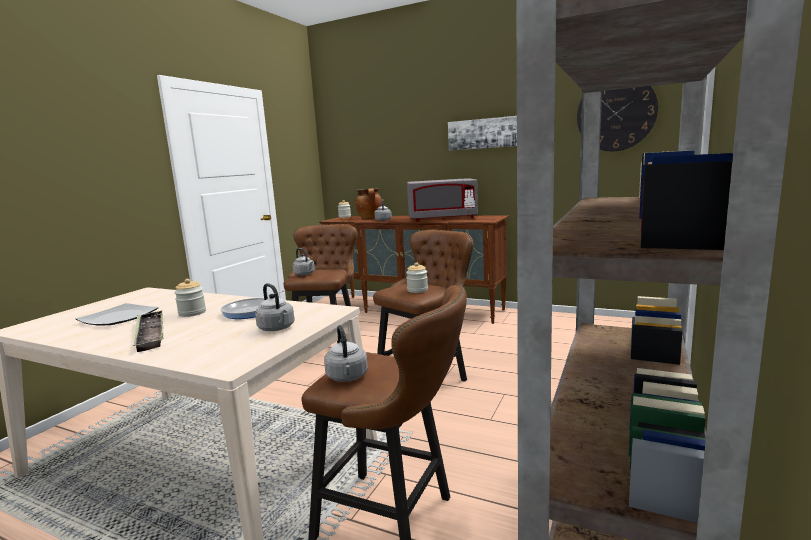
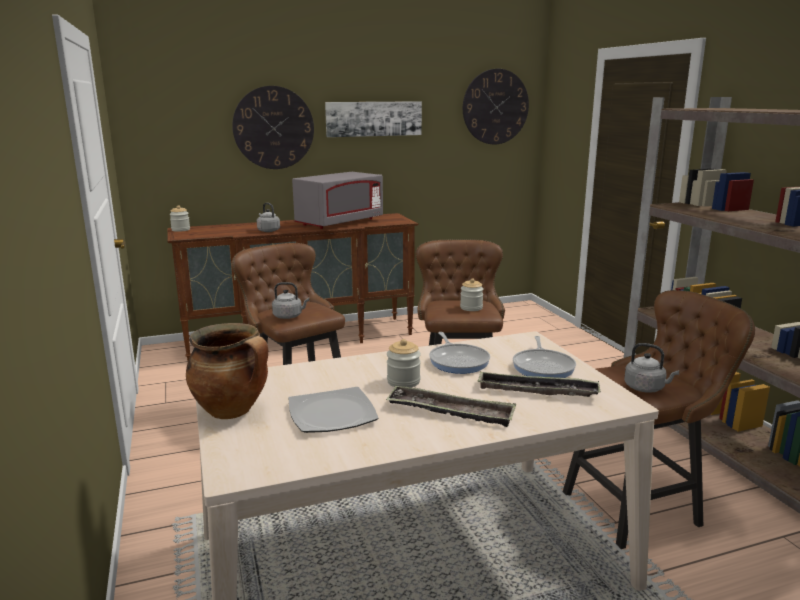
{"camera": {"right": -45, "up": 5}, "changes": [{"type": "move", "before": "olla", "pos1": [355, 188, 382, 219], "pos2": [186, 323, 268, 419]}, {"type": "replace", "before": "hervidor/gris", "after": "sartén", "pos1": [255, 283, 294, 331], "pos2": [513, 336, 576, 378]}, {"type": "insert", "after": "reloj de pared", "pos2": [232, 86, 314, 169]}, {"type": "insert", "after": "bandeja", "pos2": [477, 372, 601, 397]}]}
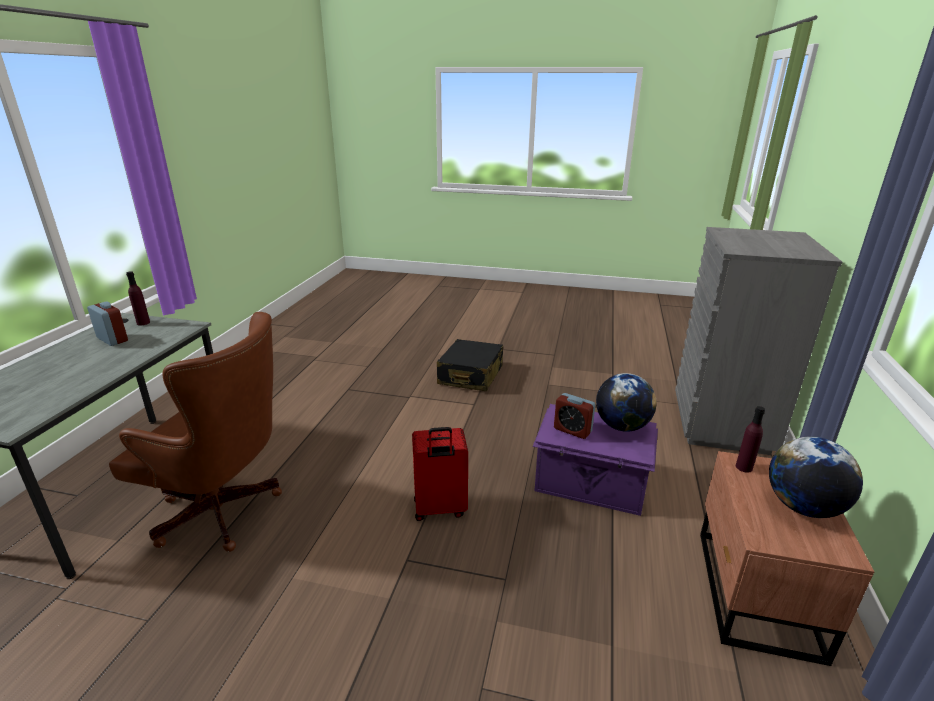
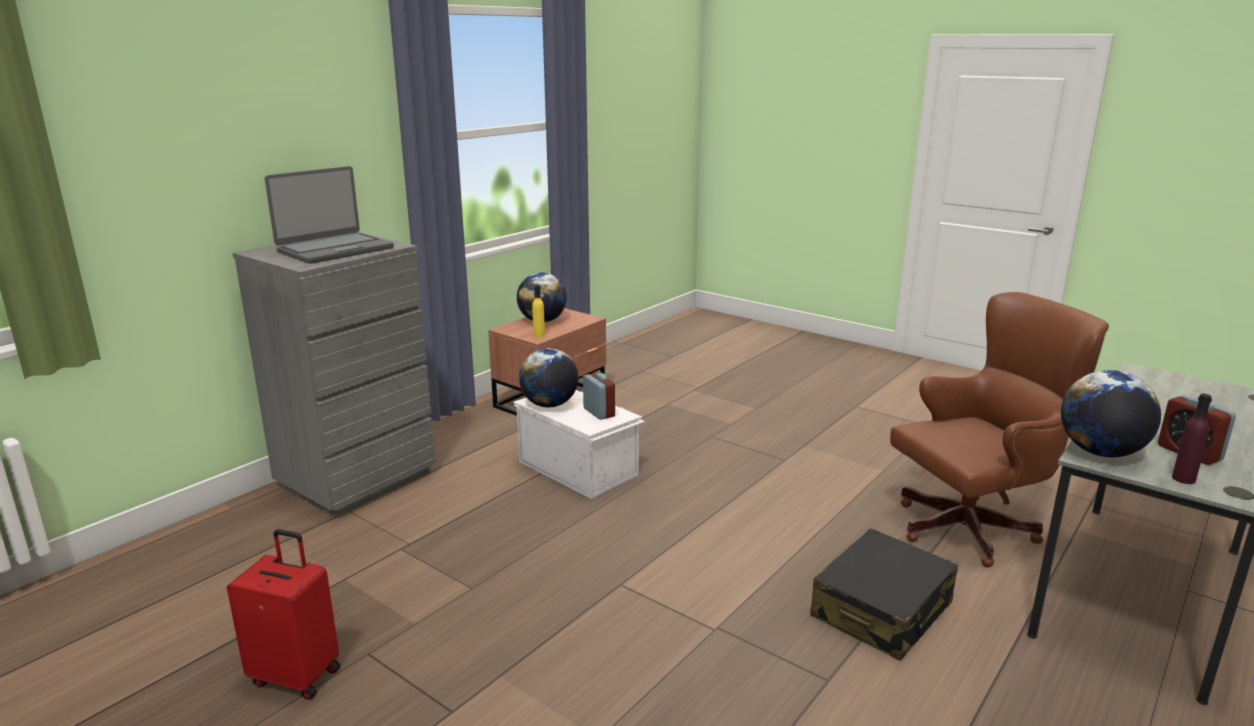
{"camera": {"right": -155, "up": -5}, "changes": [{"type": "rotate", "before": "silla de oficina/marrón", "pos1": [109, 312, 282, 552], "pos2": [890, 292, 1109, 567], "turn": 120}, {"type": "move", "before": "maleta/negro", "pos1": [437, 339, 503, 391], "pos2": [810, 528, 958, 661]}, {"type": "recolor", "before": "caja de almacenaje/morado", "after": "caja de almacenaje/blanco", "pos1": [533, 404, 658, 516], "pos2": [513, 390, 645, 499]}, {"type": "recolor", "before": "botella/morado", "after": "botella/amarillo", "pos1": [736, 406, 765, 473], "pos2": [532, 285, 545, 338]}, {"type": "move", "before": "maleta/rojo", "pos1": [412, 427, 468, 521], "pos2": [227, 529, 340, 700]}, {"type": "insert", "after": "portátil", "pos2": [265, 166, 394, 264]}, {"type": "insert", "after": "globo terráqueo", "pos2": [1061, 370, 1161, 457]}]}
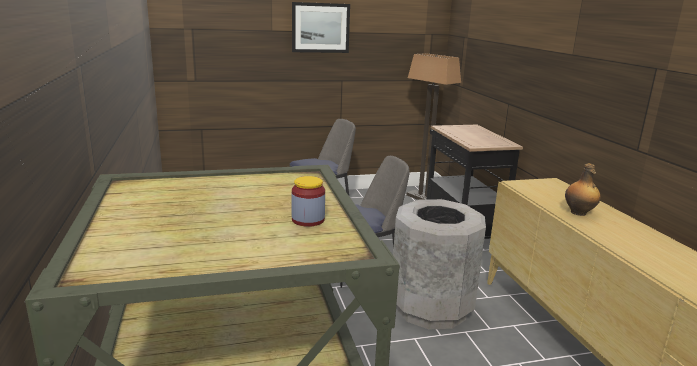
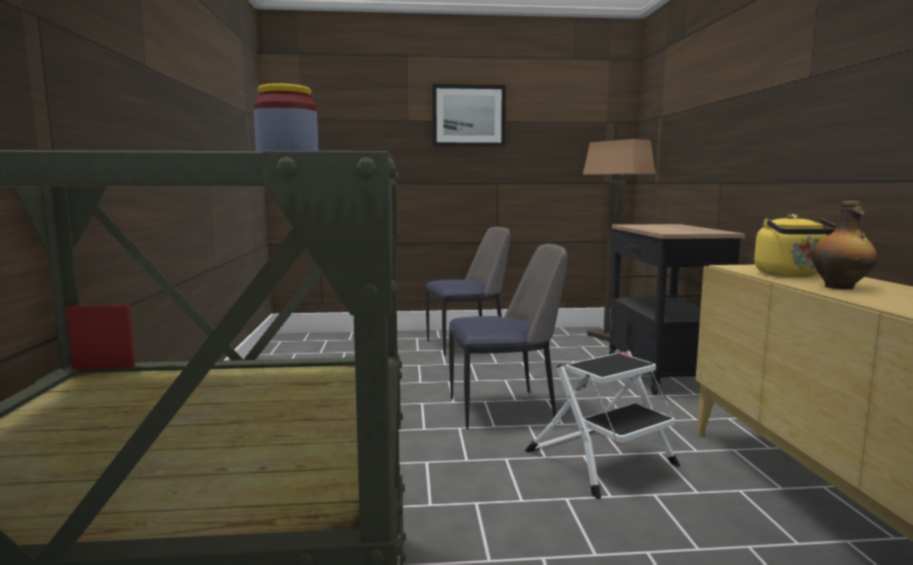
{"camera": {"right": 10, "up": -10}, "changes": [{"type": "replace", "before": "papelera/gris", "after": "escalera de tijera", "pos1": [393, 199, 486, 329], "pos2": [525, 349, 680, 499]}, {"type": "insert", "after": "hervidor/amarillo", "pos2": [754, 214, 837, 277]}]}
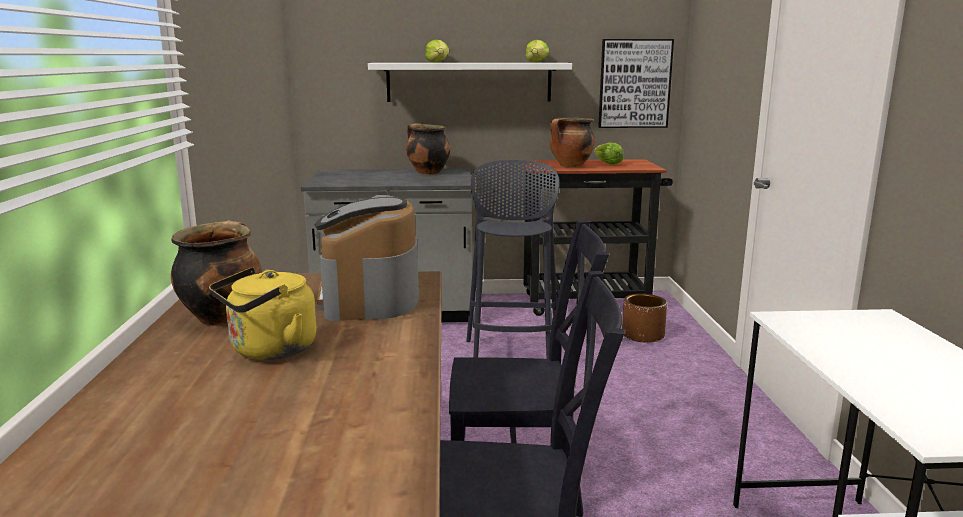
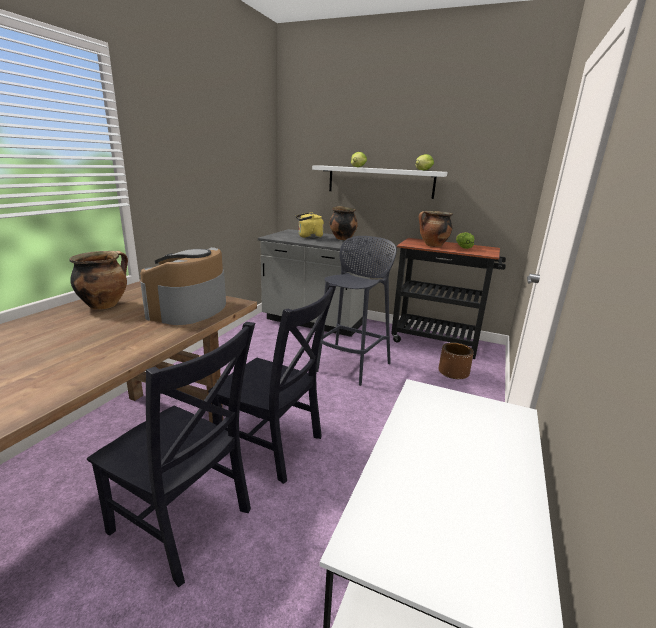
{"camera": {"right": 25, "up": 5}, "changes": [{"type": "delete", "before": "cuadro", "pos1": [598, 39, 674, 128]}, {"type": "move", "before": "hervidor/amarillo", "pos1": [209, 267, 317, 360], "pos2": [296, 212, 324, 239]}]}
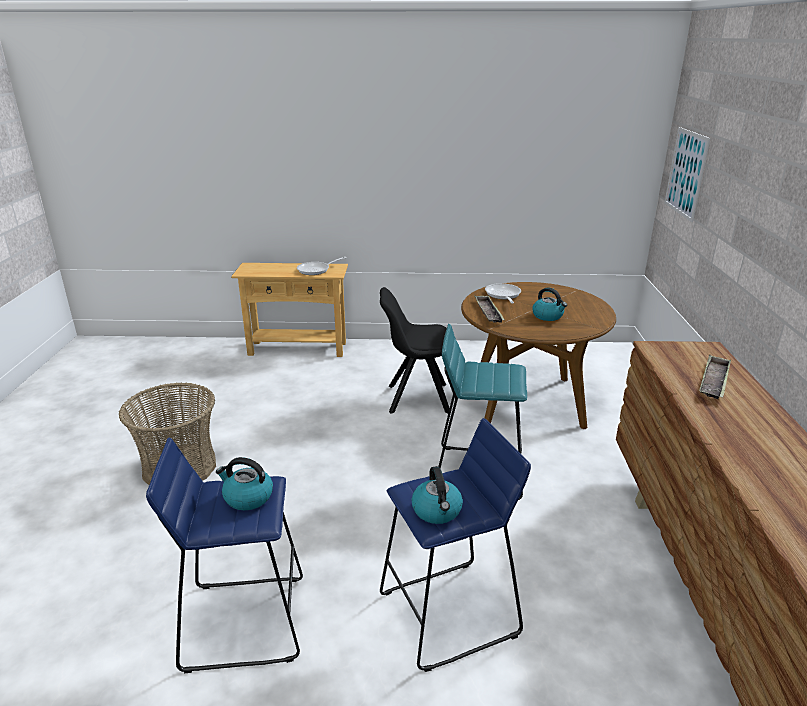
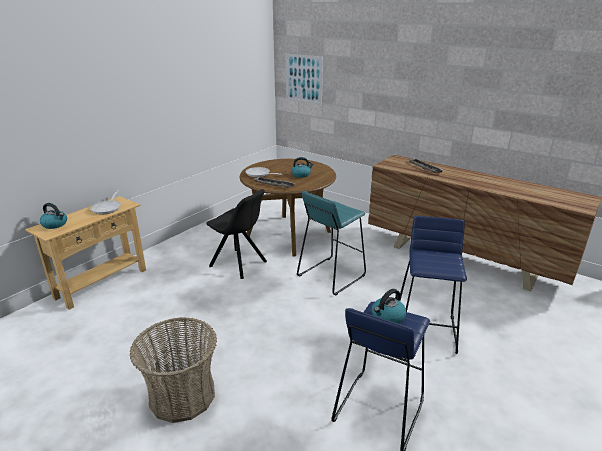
{"camera": {"right": -55, "up": 0}, "changes": [{"type": "rotate", "before": "silla/negro", "pos1": [380, 287, 449, 414], "pos2": [206, 189, 267, 279], "turn": -90}, {"type": "move", "before": "hervidor", "pos1": [412, 466, 463, 524], "pos2": [40, 203, 67, 229]}]}
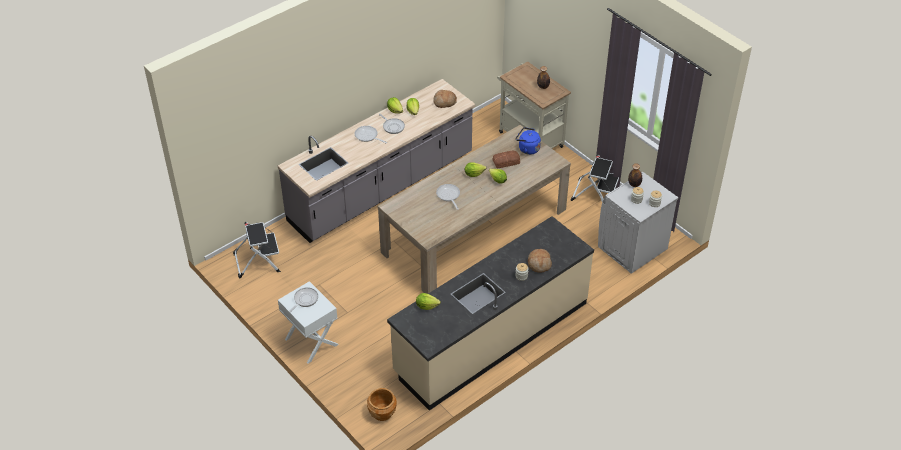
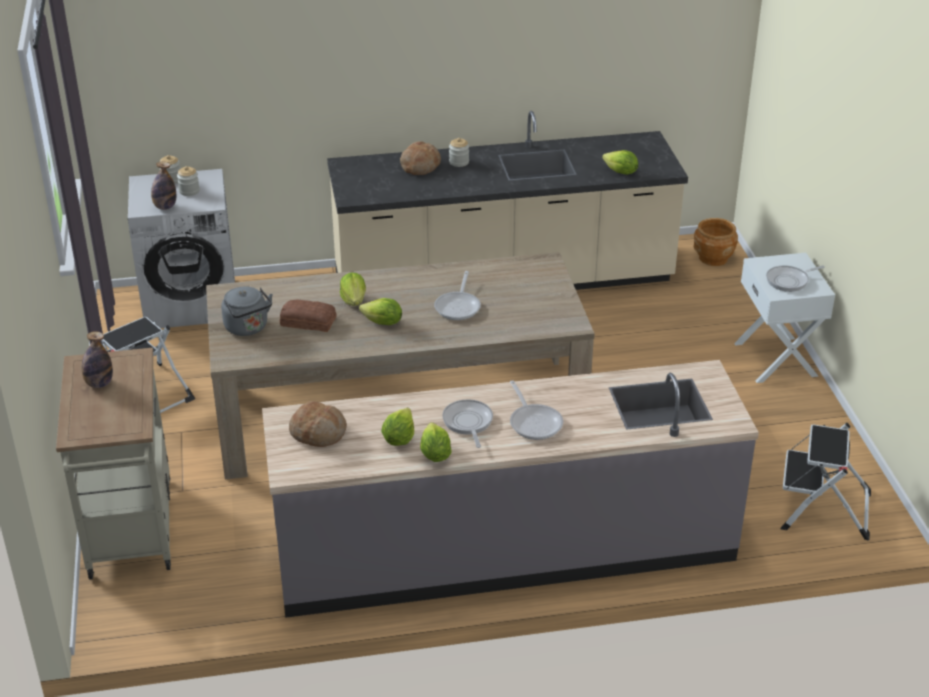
{"camera": {"right": -150, "up": -10}, "changes": [{"type": "recolor", "before": "hervidor/azul", "after": "hervidor/gris", "pos1": [516, 127, 541, 155], "pos2": [221, 286, 273, 336]}]}
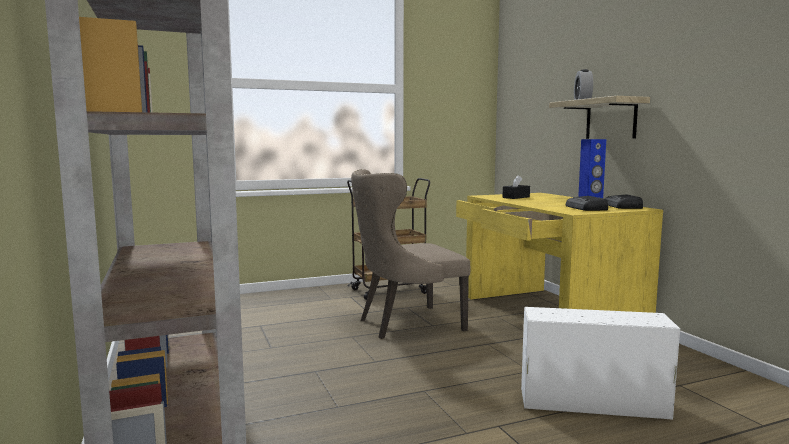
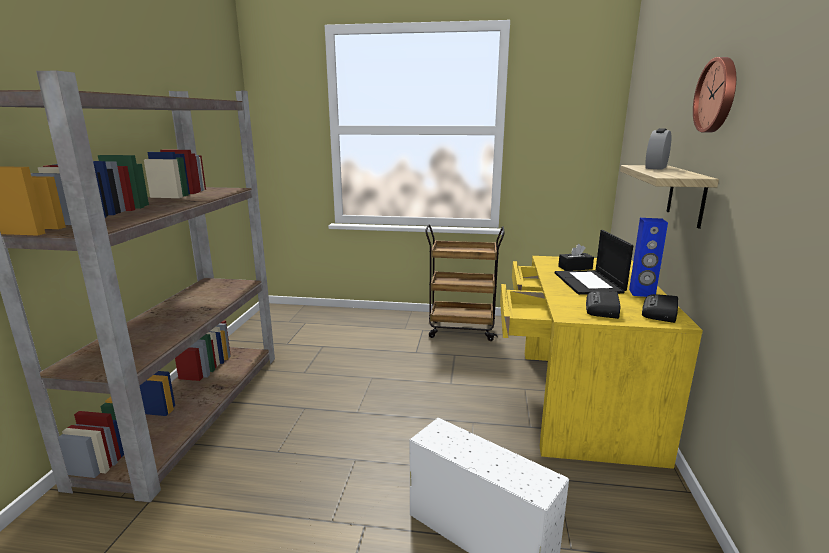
{"camera": {"right": 30, "up": 10}, "changes": [{"type": "delete", "before": "silla/beis", "pos1": [351, 169, 470, 339]}, {"type": "insert", "after": "reloj de pared", "pos2": [693, 57, 736, 133]}, {"type": "insert", "after": "portátil", "pos2": [555, 230, 633, 295]}]}
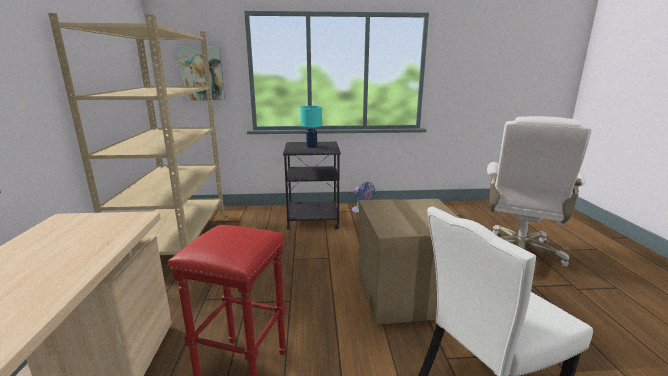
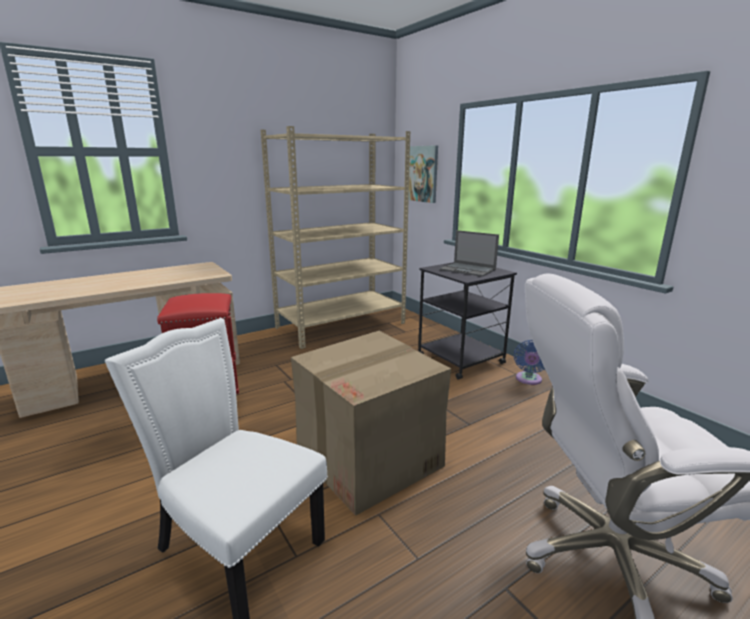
{"camera": {"right": 60, "up": 0}, "changes": [{"type": "replace", "before": "lámpara de mesa/turquesa", "after": "portátil", "pos1": [300, 106, 322, 148], "pos2": [440, 230, 499, 277]}]}
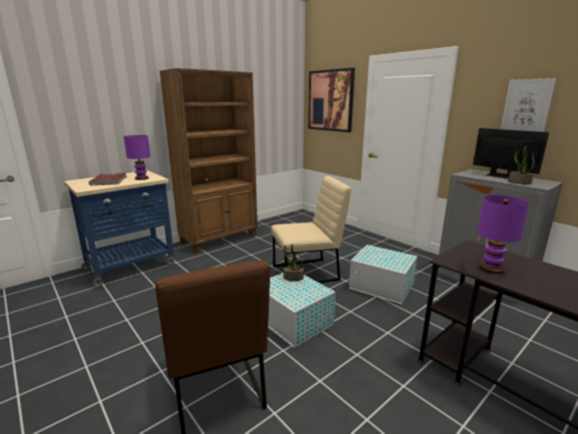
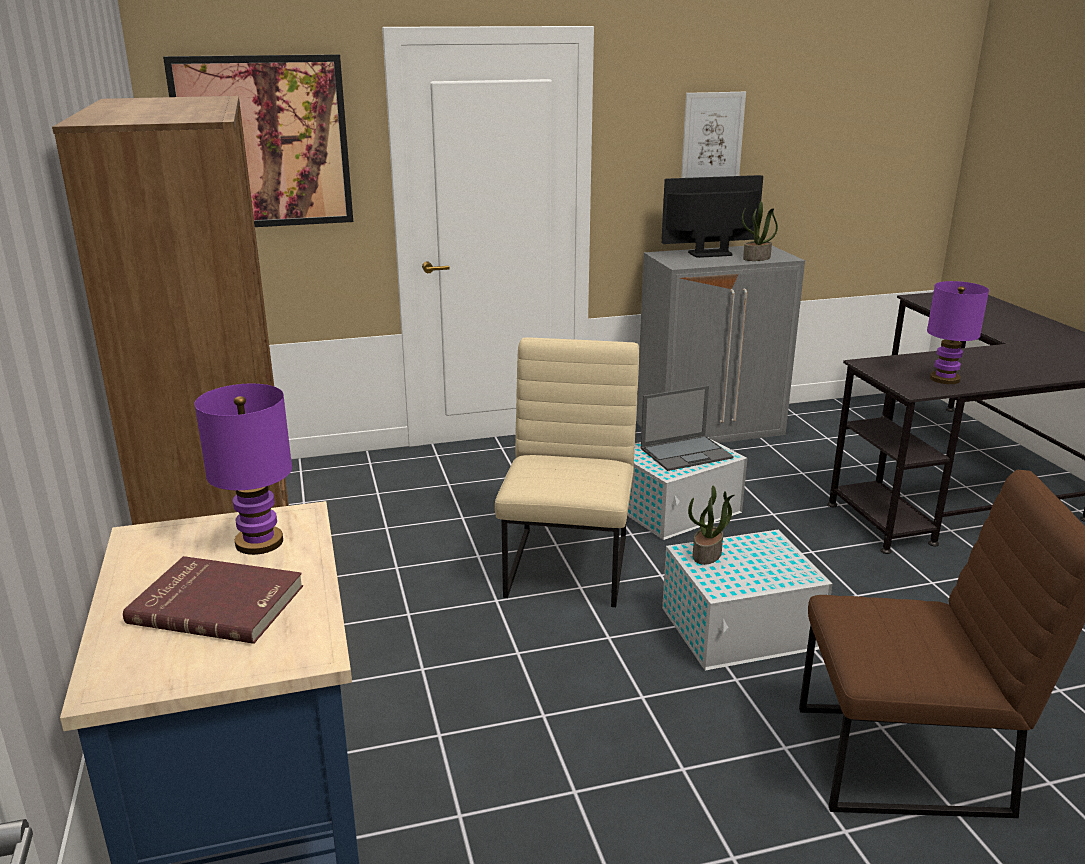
{"camera": {"right": -65, "up": 5}, "changes": [{"type": "insert", "after": "portátil", "pos2": [641, 385, 734, 471]}]}
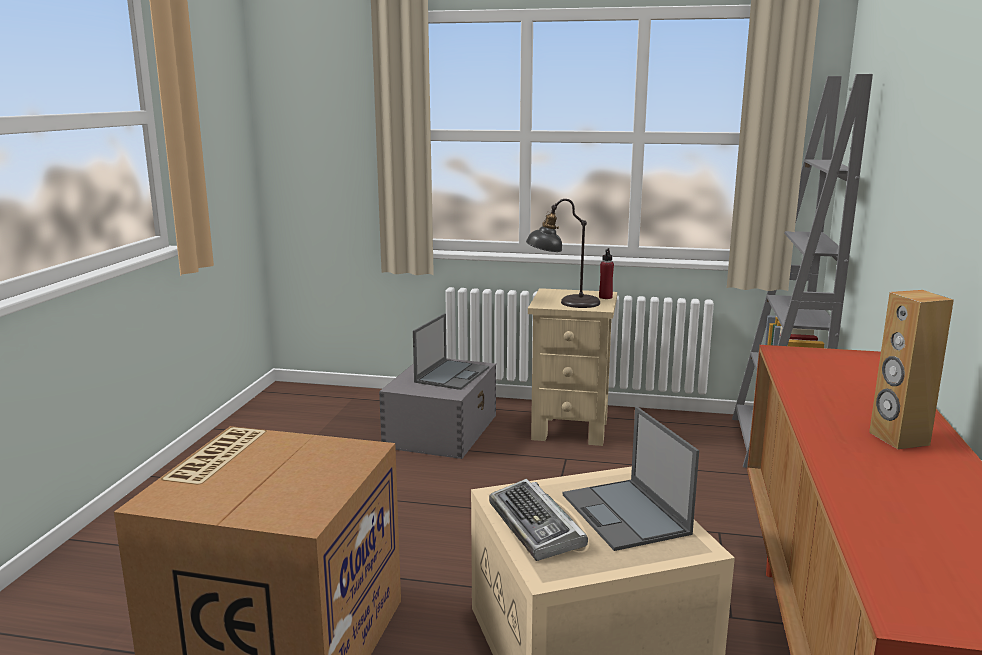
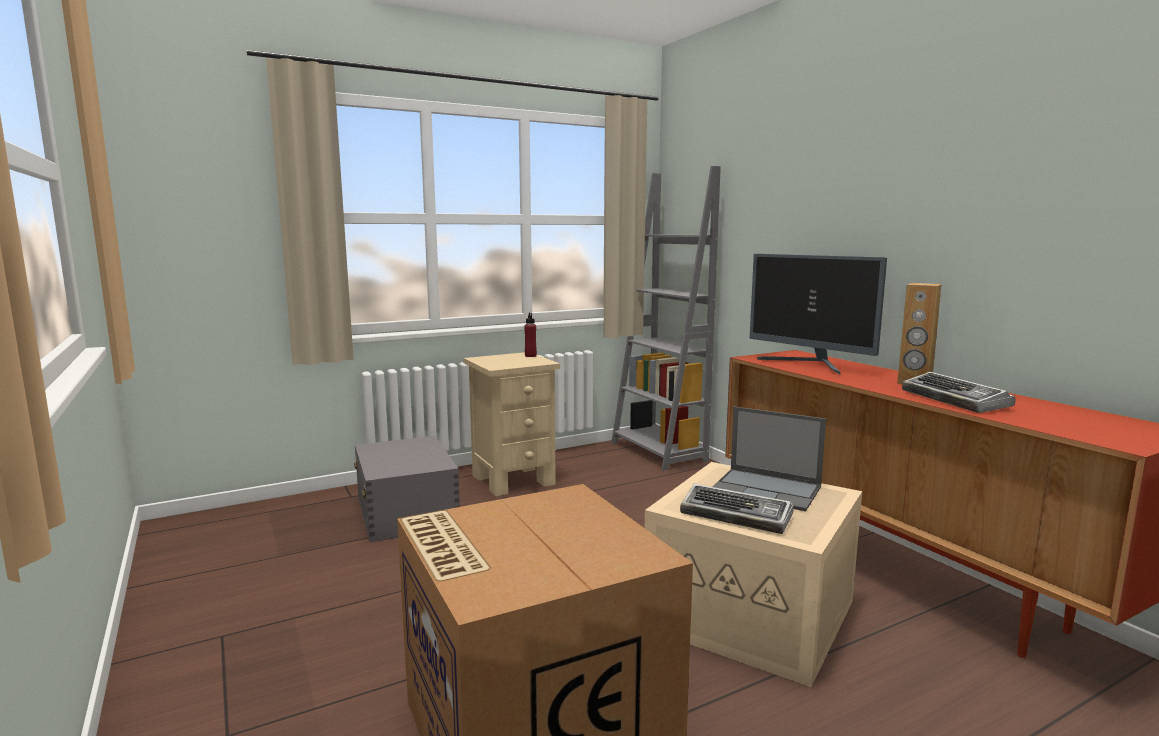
{"camera": {"right": -40, "up": -5}, "changes": [{"type": "delete", "before": "lámpara de mesa/gris", "pos1": [526, 199, 600, 308]}, {"type": "delete", "before": "portátil", "pos1": [413, 313, 489, 390]}, {"type": "insert", "after": "monitor", "pos2": [750, 254, 887, 374]}, {"type": "insert", "after": "teclado", "pos2": [902, 372, 1016, 413]}]}
